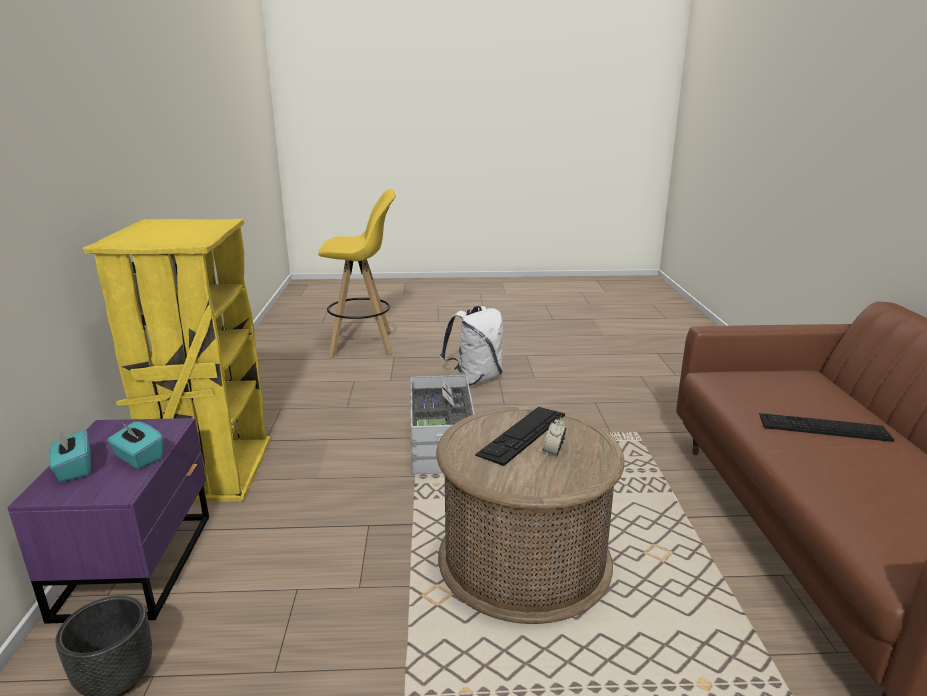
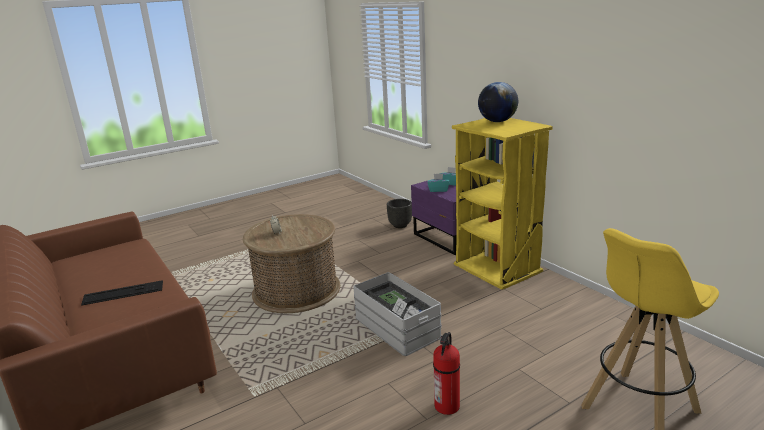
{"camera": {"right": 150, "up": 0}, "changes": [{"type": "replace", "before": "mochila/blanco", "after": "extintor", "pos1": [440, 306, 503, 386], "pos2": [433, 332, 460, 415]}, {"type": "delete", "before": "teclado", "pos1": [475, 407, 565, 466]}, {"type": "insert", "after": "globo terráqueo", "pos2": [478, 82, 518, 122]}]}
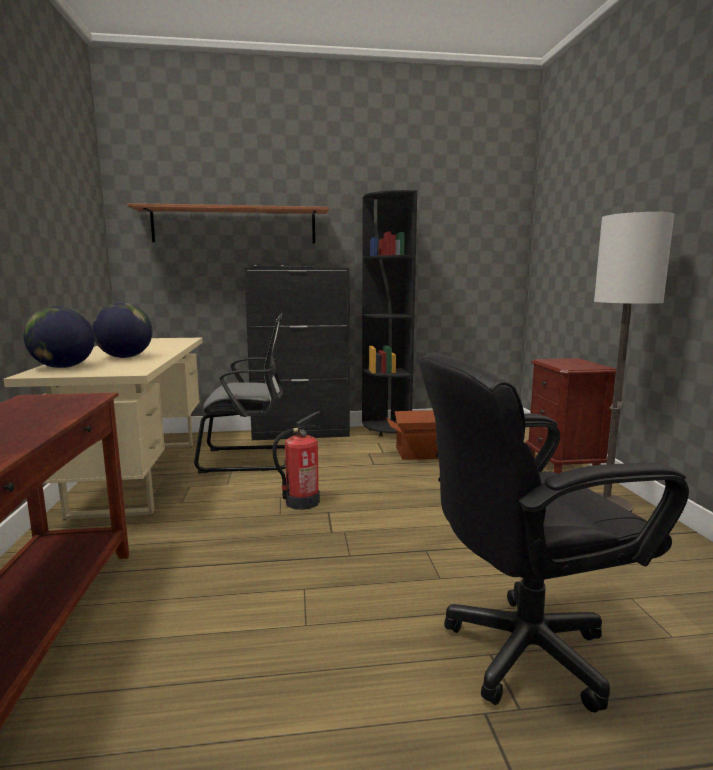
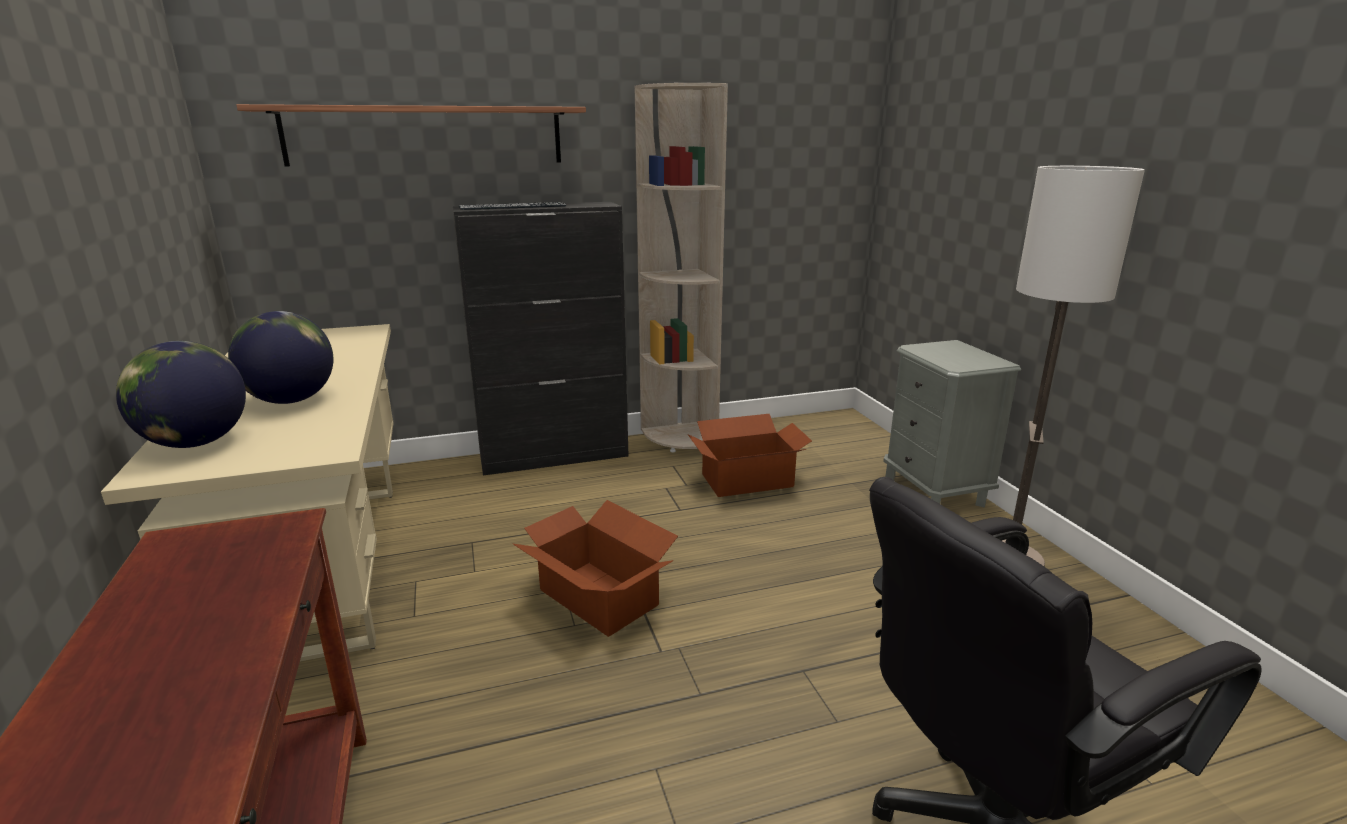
{"camera": {"right": -10, "up": 10}, "changes": [{"type": "recolor", "before": "estantería/negro", "after": "estantería/beis", "pos1": [362, 190, 417, 436], "pos2": [634, 83, 728, 452]}, {"type": "delete", "before": "silla", "pos1": [194, 313, 286, 473]}, {"type": "recolor", "before": "mesita de noche/marrón", "after": "mesita de noche/gris", "pos1": [525, 358, 617, 473], "pos2": [883, 340, 1021, 507]}, {"type": "replace", "before": "extintor", "after": "caja de cartón", "pos1": [272, 411, 321, 510], "pos2": [512, 500, 678, 637]}]}
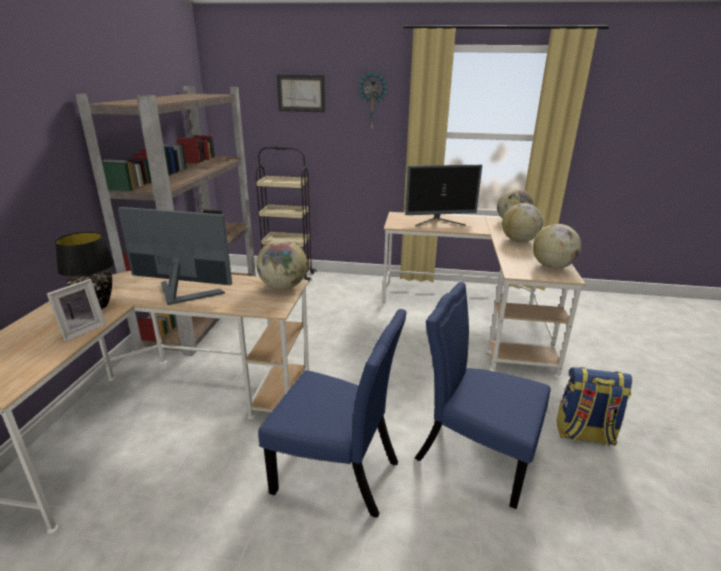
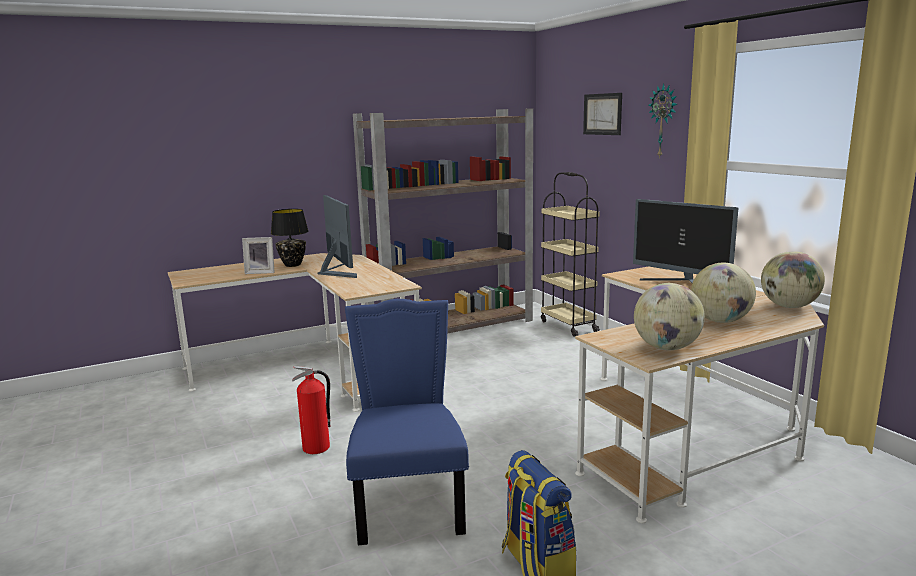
{"camera": {"right": 55, "up": -10}, "changes": [{"type": "delete", "before": "globo terráqueo", "pos1": [256, 239, 307, 290]}, {"type": "replace", "before": "silla/azul", "after": "extintor", "pos1": [258, 309, 407, 518], "pos2": [292, 366, 330, 454]}]}
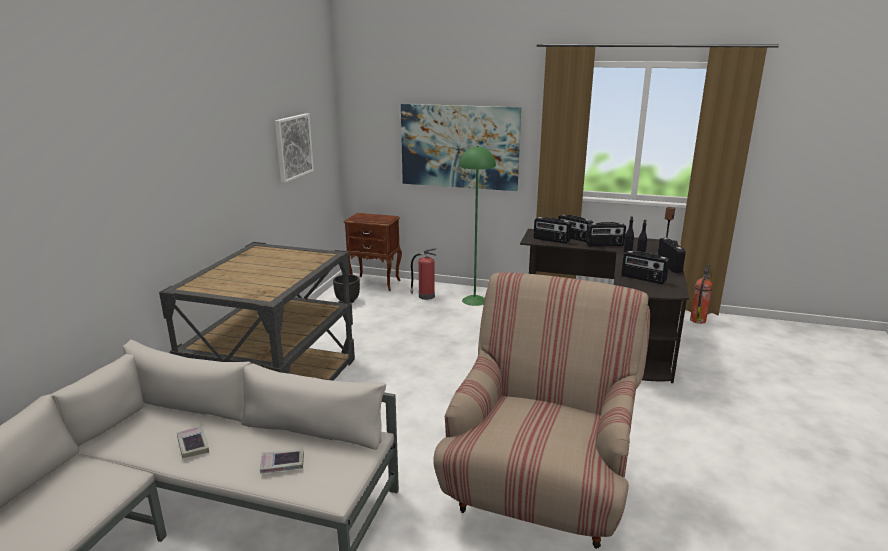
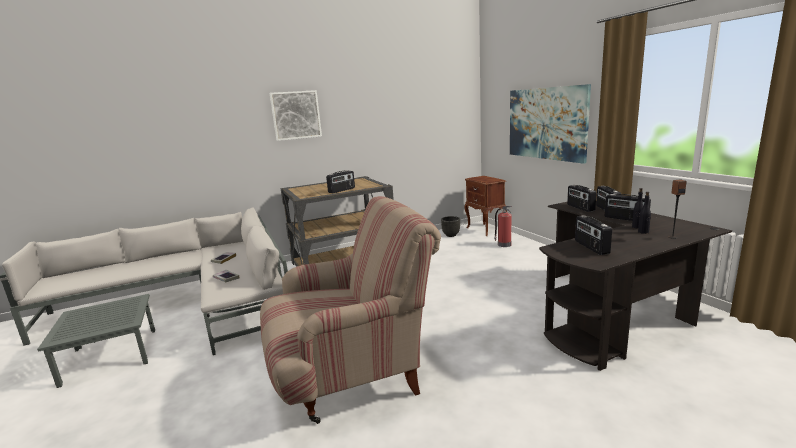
{"camera": {"right": 50, "up": -5}, "changes": [{"type": "move", "before": "cuadro", "pos1": [275, 113, 314, 183], "pos2": [270, 90, 322, 141]}, {"type": "delete", "before": "lámpara de pie/verde", "pos1": [459, 146, 496, 306]}, {"type": "move", "before": "radio", "pos1": [658, 238, 686, 273], "pos2": [326, 170, 355, 193]}, {"type": "delete", "before": "extintor", "pos1": [690, 265, 712, 324]}]}
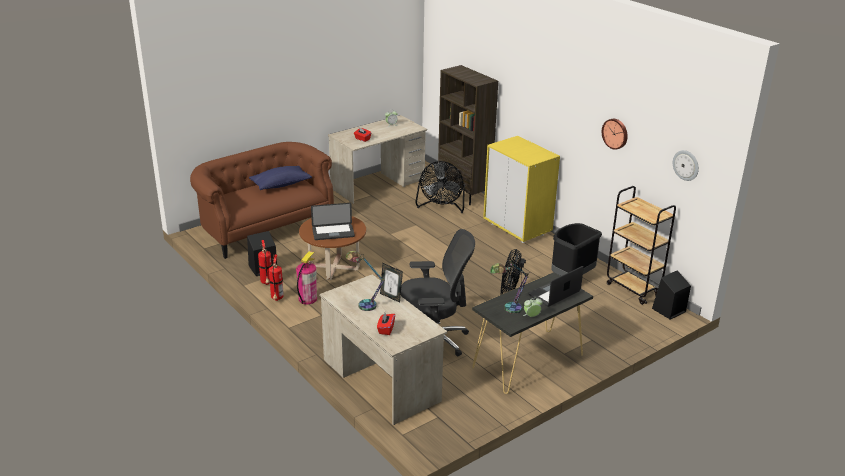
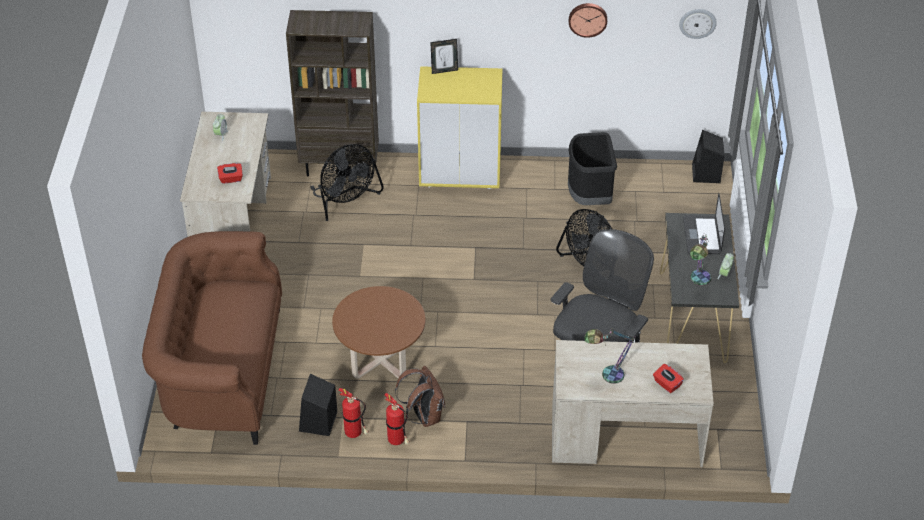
{"camera": {"right": -50, "up": 15}, "changes": [{"type": "delete", "before": "cojín/azul", "pos1": [249, 166, 312, 190]}, {"type": "delete", "before": "carrito/marrón", "pos1": [607, 186, 676, 305]}, {"type": "delete", "before": "portátil", "pos1": [311, 203, 355, 240]}, {"type": "replace", "before": "extintor", "after": "mochila/marrón", "pos1": [296, 251, 317, 304], "pos2": [395, 366, 445, 427]}, {"type": "move", "before": "portarretratos", "pos1": [380, 263, 403, 303], "pos2": [430, 39, 458, 74]}]}
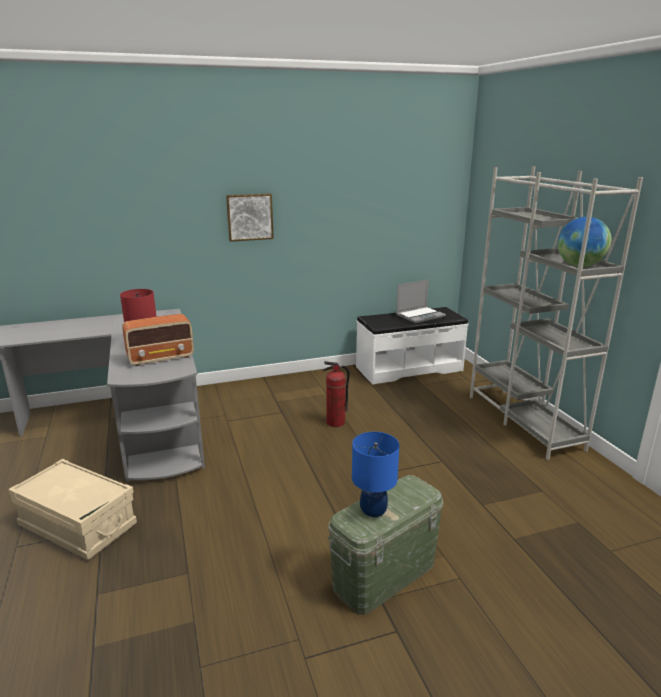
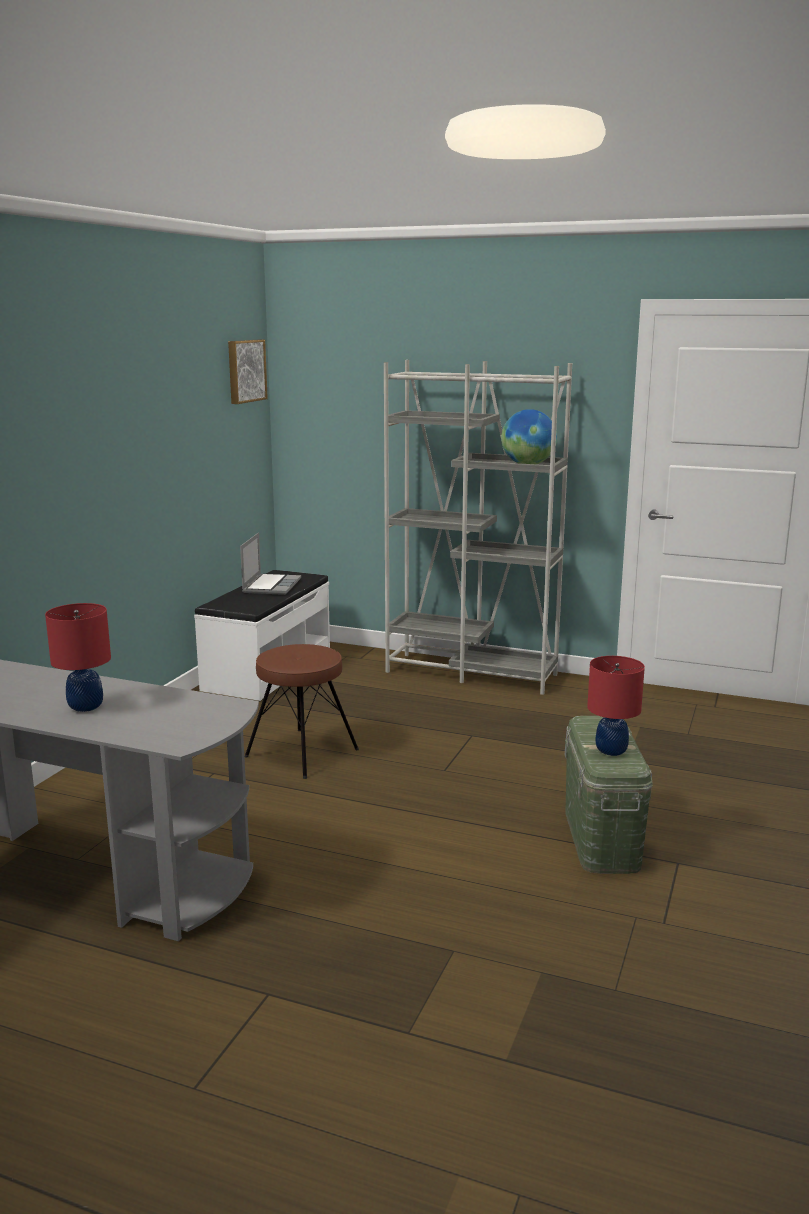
{"camera": {"right": -50, "up": -5}, "changes": [{"type": "move", "before": "cuadro", "pos1": [226, 193, 274, 242], "pos2": [228, 339, 268, 404]}, {"type": "delete", "before": "radio", "pos1": [122, 314, 194, 366]}, {"type": "replace", "before": "extintor", "after": "taburete/marrón", "pos1": [323, 361, 350, 427], "pos2": [245, 644, 359, 779]}, {"type": "recolor", "before": "lámpara de mesa/azul", "after": "lámpara de mesa/rojo", "pos1": [352, 432, 399, 517], "pos2": [587, 656, 645, 756]}, {"type": "delete", "before": "caja de almacenaje/beis", "pos1": [8, 459, 137, 560]}]}
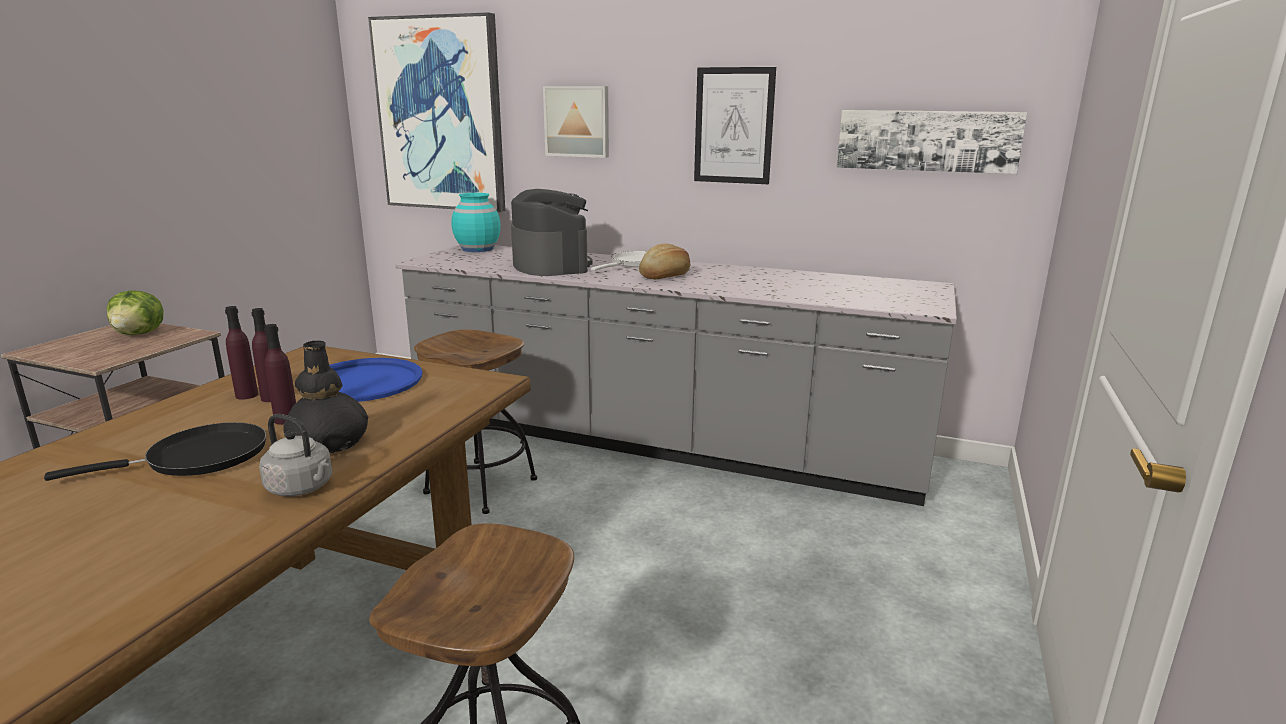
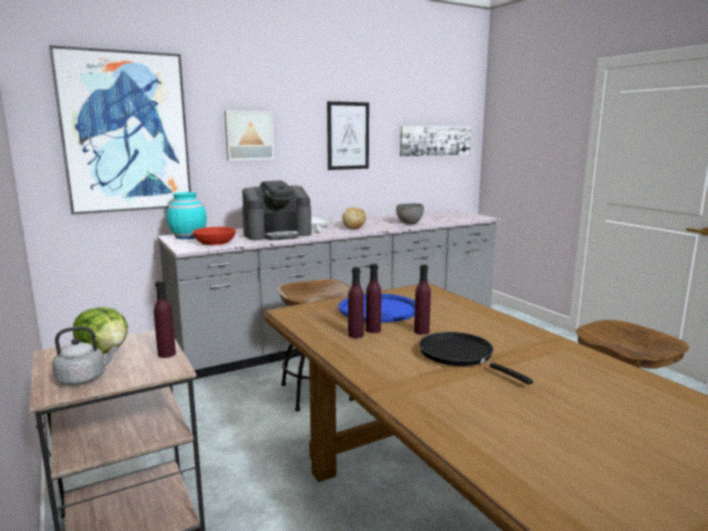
{"camera": {"right": -50, "up": -5}, "changes": [{"type": "rotate", "before": "cafetera", "pos1": [511, 189, 593, 276], "pos2": [242, 181, 312, 240], "turn": 135}, {"type": "delete", "before": "florero/negro", "pos1": [283, 341, 369, 453]}, {"type": "move", "before": "hervidor/gris", "pos1": [259, 414, 332, 497], "pos2": [52, 326, 117, 385]}, {"type": "rotate", "before": "sartén/negro", "pos1": [44, 422, 266, 481], "pos2": [419, 332, 533, 385], "turn": -45}, {"type": "insert", "after": "cuenco/gris", "pos2": [396, 203, 424, 224]}, {"type": "insert", "after": "cuenco/rojo", "pos2": [192, 227, 236, 245]}, {"type": "insert", "after": "botella/morado", "pos2": [154, 280, 176, 358]}]}
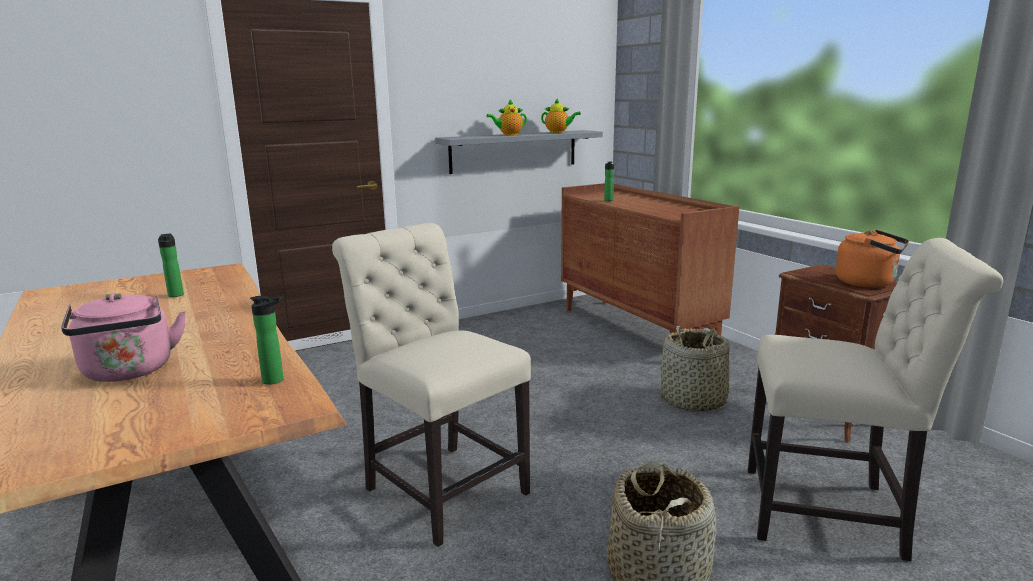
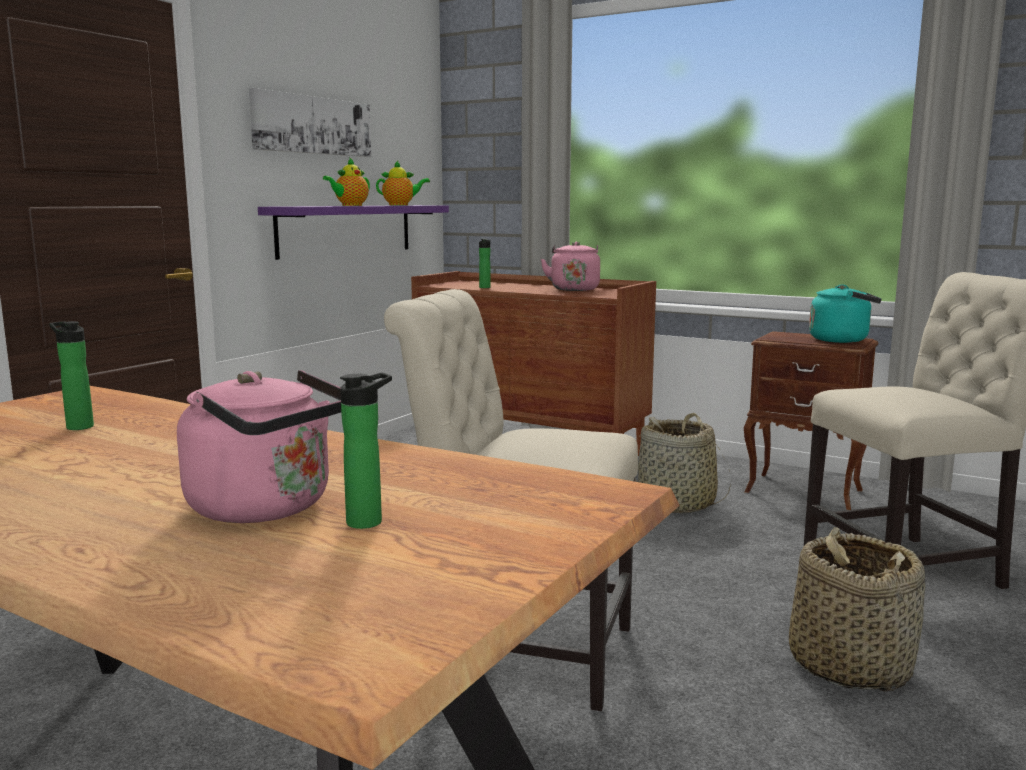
{"camera": {"right": -30, "up": -5}, "changes": [{"type": "recolor", "before": "estante/gris", "after": "estante/morado", "pos1": [435, 130, 603, 174], "pos2": [258, 205, 449, 260]}, {"type": "recolor", "before": "hervidor/naranja", "after": "hervidor/turquesa", "pos1": [835, 230, 909, 288], "pos2": [809, 284, 881, 343]}, {"type": "move", "before": "botella", "pos1": [250, 296, 284, 385], "pos2": [340, 372, 392, 529]}, {"type": "insert", "after": "cuadro", "pos2": [249, 88, 371, 157]}, {"type": "insert", "after": "hervidor/rosa", "pos2": [541, 242, 600, 291]}]}
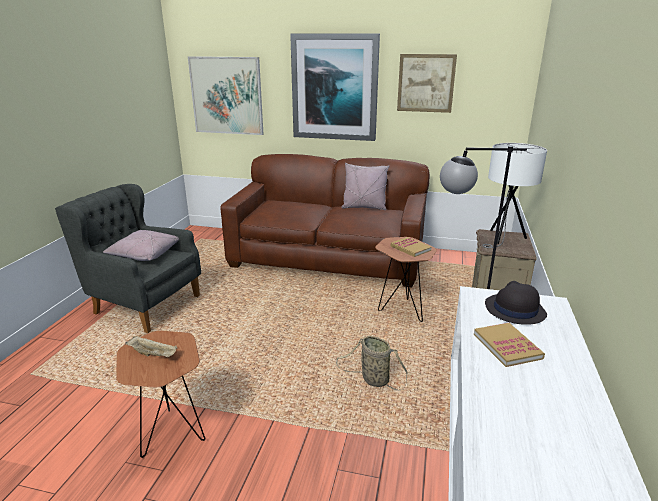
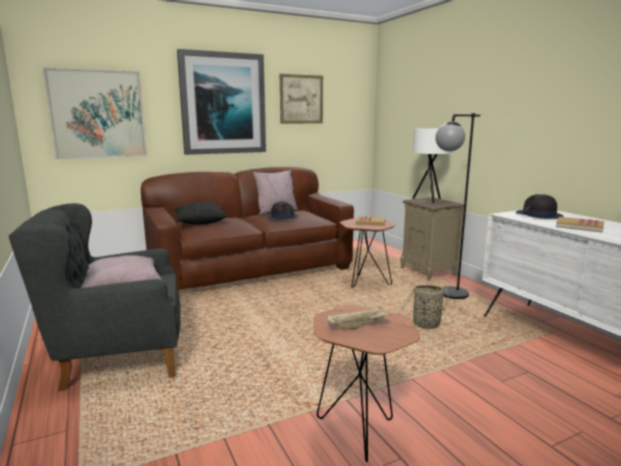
{"camera": {"right": -40, "up": -10}, "changes": [{"type": "insert", "after": "sombrero/negro", "pos2": [267, 201, 298, 221]}, {"type": "insert", "after": "cojín/negro", "pos2": [174, 202, 227, 225]}]}
